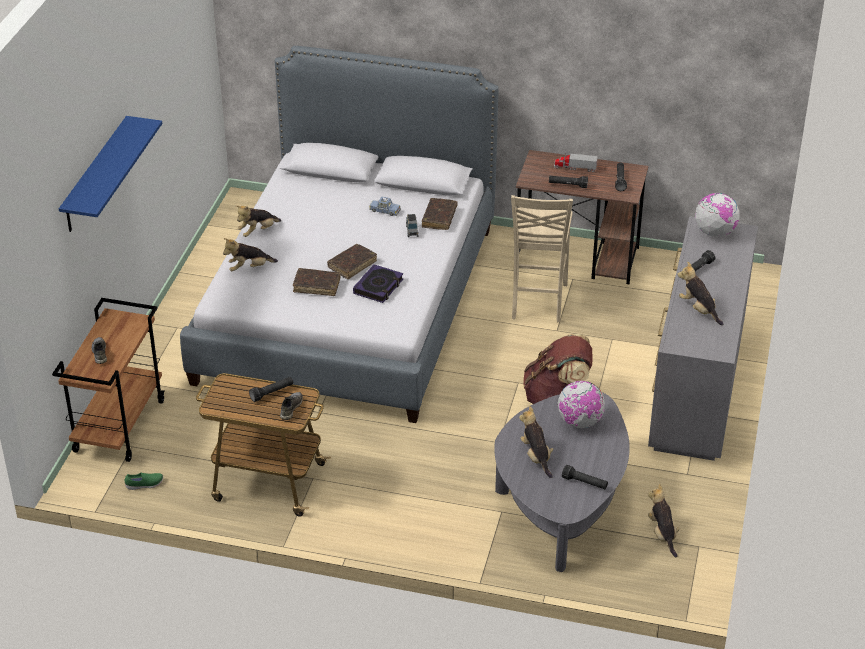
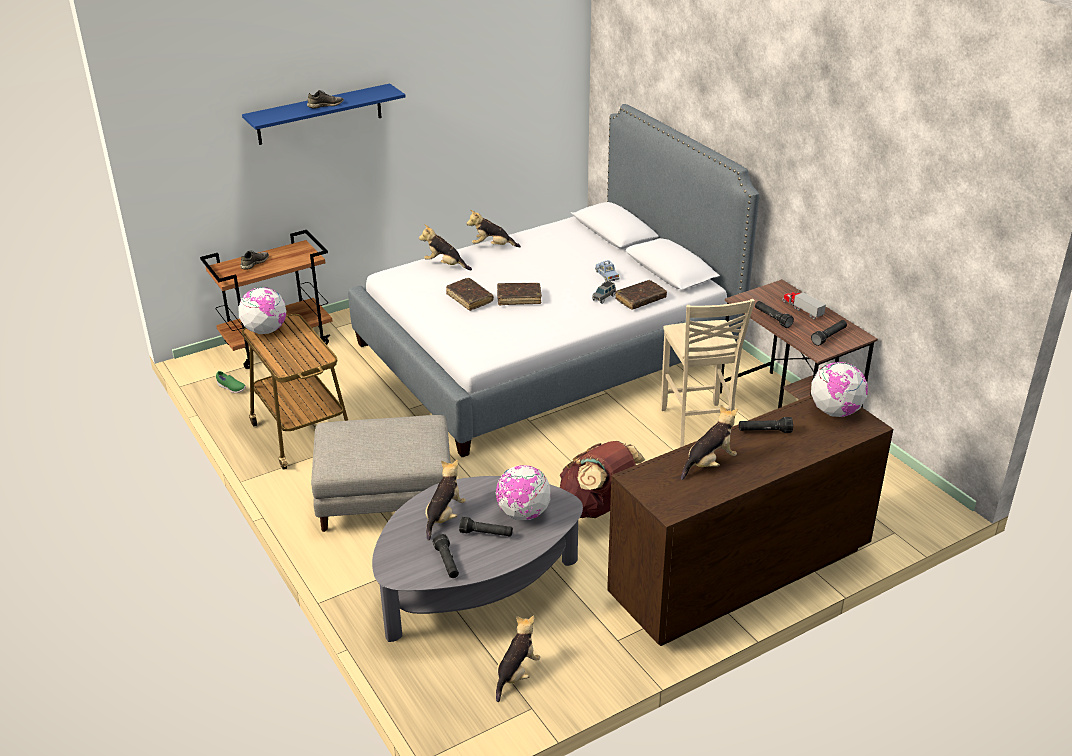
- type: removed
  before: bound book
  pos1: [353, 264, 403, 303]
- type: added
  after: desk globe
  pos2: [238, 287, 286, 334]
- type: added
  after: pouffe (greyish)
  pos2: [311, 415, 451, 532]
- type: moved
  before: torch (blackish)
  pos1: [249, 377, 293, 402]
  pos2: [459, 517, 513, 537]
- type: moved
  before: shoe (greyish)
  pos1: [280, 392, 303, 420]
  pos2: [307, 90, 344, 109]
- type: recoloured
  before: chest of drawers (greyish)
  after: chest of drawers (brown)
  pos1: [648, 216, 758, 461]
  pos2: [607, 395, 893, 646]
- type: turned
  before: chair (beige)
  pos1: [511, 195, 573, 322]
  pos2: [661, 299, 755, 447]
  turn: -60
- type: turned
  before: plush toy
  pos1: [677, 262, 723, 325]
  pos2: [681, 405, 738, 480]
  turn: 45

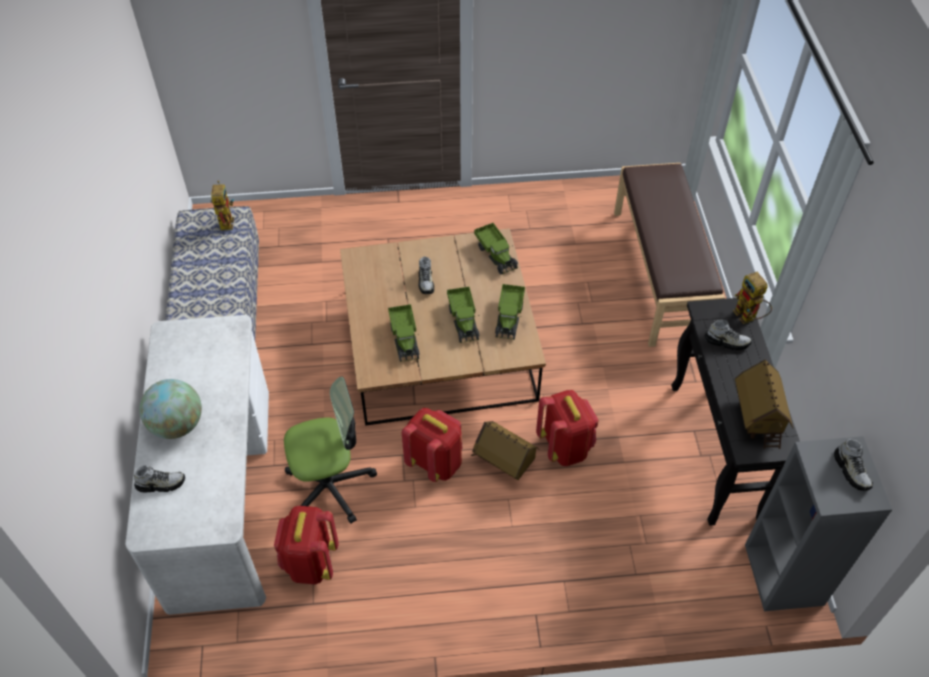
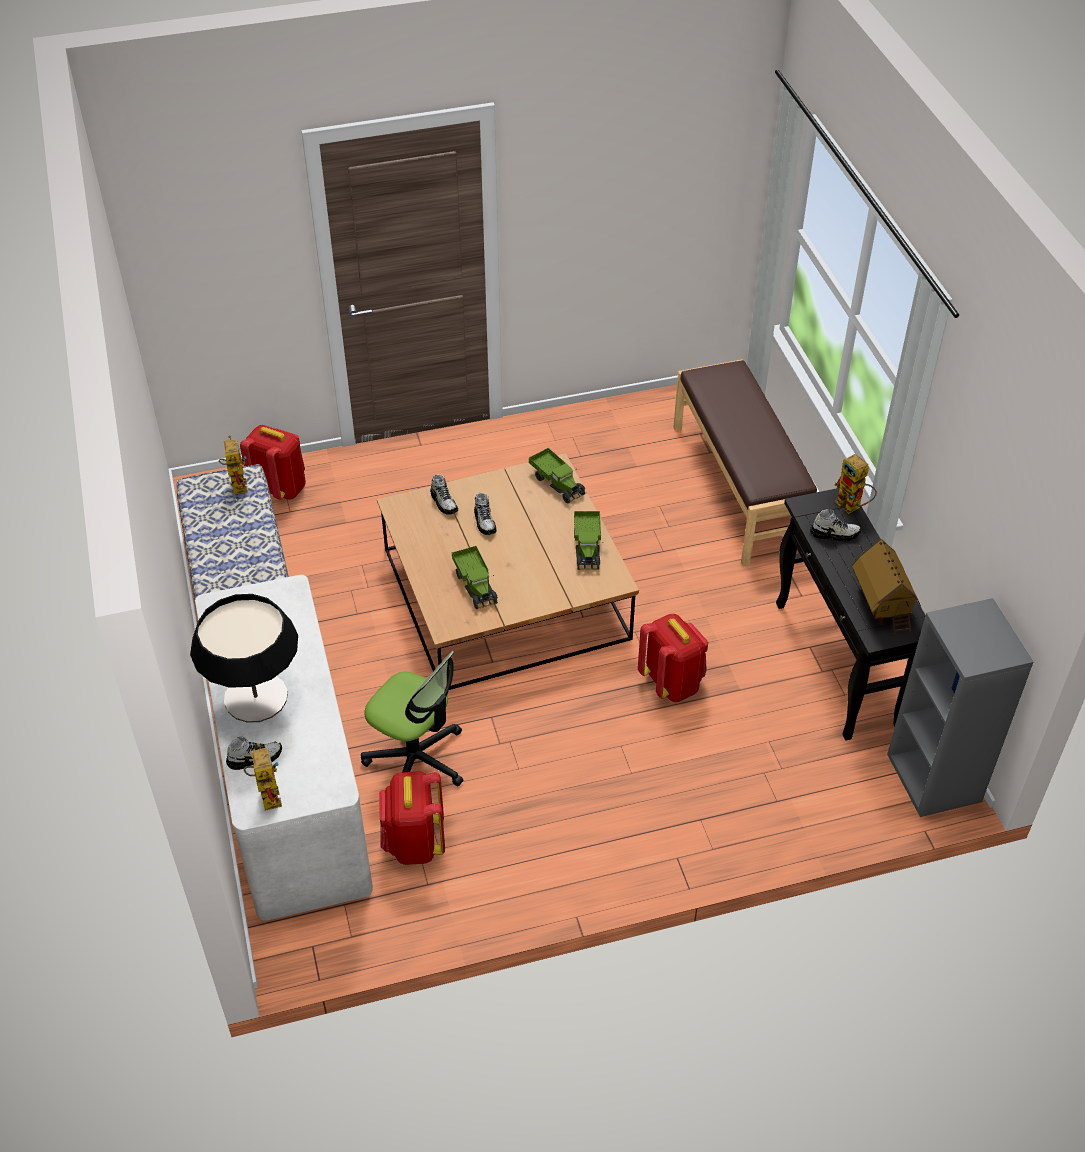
- type: removed
  before: model truck
  pos1: [447, 287, 479, 343]
- type: removed
  before: toy house
  pos1: [471, 421, 539, 480]
- type: added
  after: toy robot
  pos2: [244, 743, 282, 811]
- type: moved
  before: knapsack (red-coloured)
  pos1: [402, 408, 463, 482]
  pos2: [240, 425, 306, 500]
- type: moved
  before: shoe
  pos1: [834, 439, 873, 491]
  pos2: [430, 475, 458, 515]
- type: replaced
  before: desk globe
  after: lamp for a table
  pos1: [139, 379, 202, 439]
  pos2: [190, 594, 298, 723]
- type: turned
  before: computer chair
  pos1: [284, 377, 377, 524]
  pos2: [361, 651, 464, 786]
  turn: 60

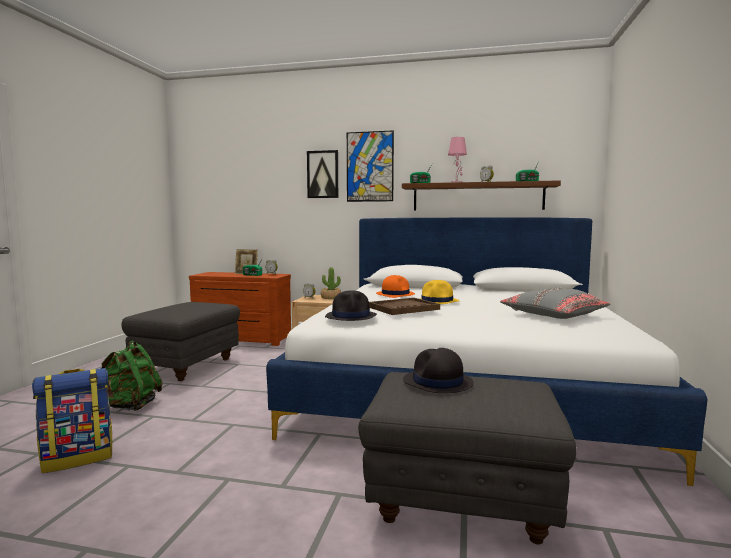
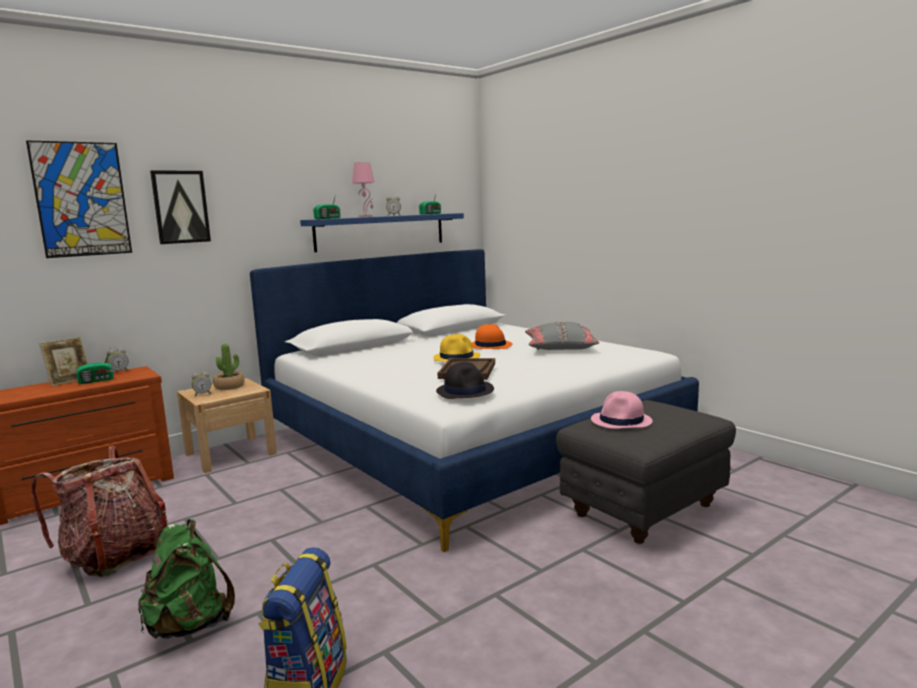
- type: moved
  before: wall art
  pos1: [347, 130, 394, 202]
  pos2: [26, 140, 132, 258]
- type: moved
  before: clothing hat (orange-coloured)
  pos1: [376, 275, 415, 298]
  pos2: [472, 324, 512, 349]
- type: replaced
  before: pouffe (greyish)
  after: knapsack
  pos1: [122, 302, 240, 381]
  pos2: [31, 445, 168, 577]
- type: recoloured
  before: wall shelf (brown)
  after: wall shelf (bluish)
  pos1: [402, 180, 561, 210]
  pos2: [300, 213, 464, 252]
- type: recoloured
  before: clothing hat (blackish)
  after: clothing hat (pink)
  pos1: [403, 348, 474, 393]
  pos2: [591, 391, 653, 429]

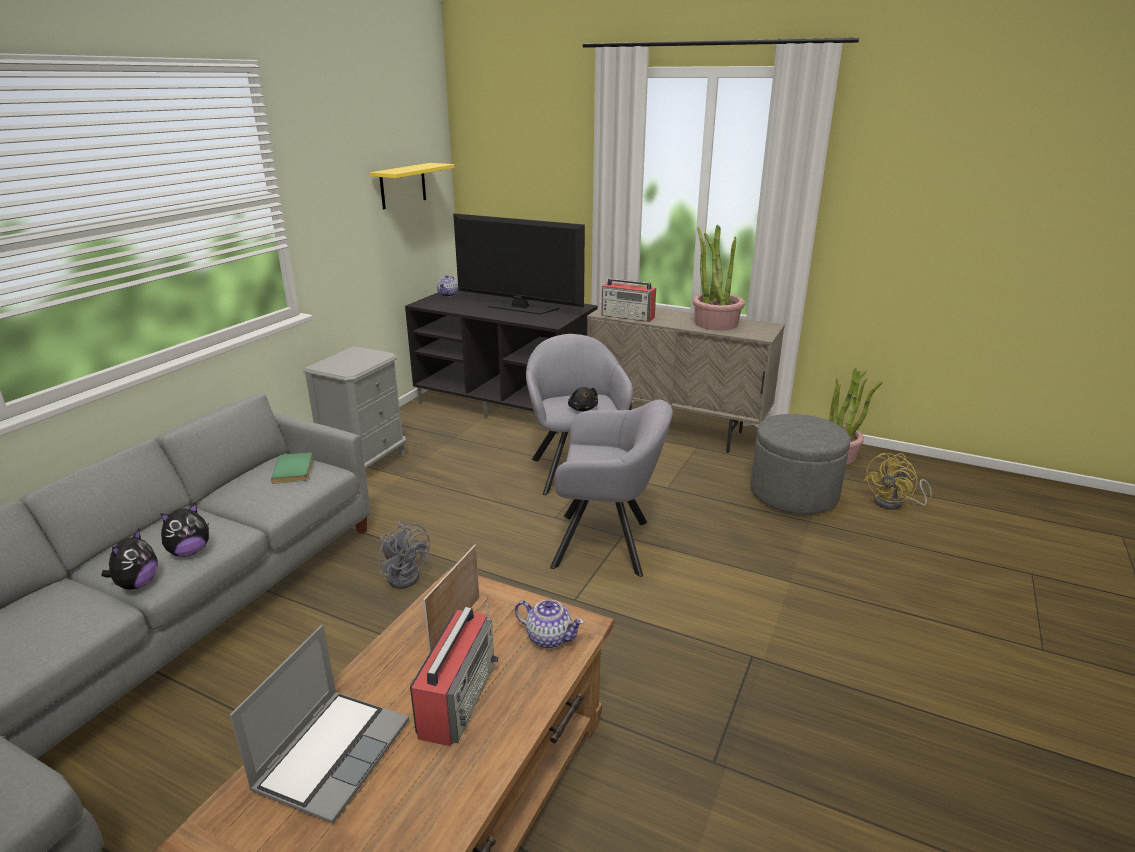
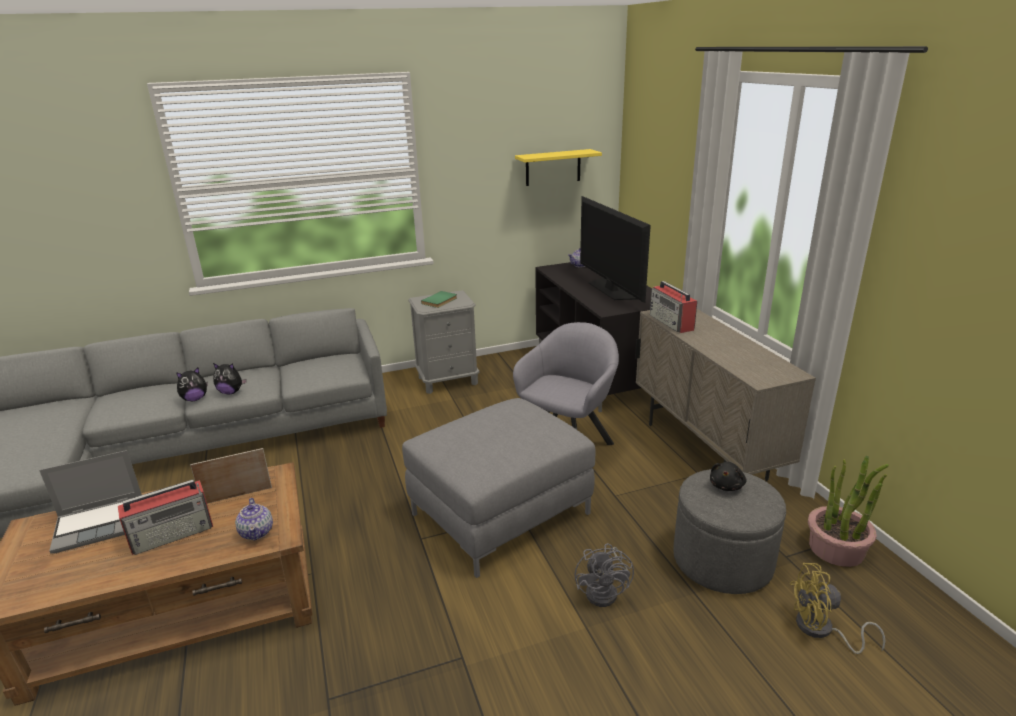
- type: removed
  before: potted plant
  pos1: [693, 225, 745, 330]
- type: moved
  before: bound book (green)
  pos1: [271, 452, 313, 484]
  pos2: [421, 291, 457, 308]
- type: moved
  before: cooling fan (greyish)
  pos1: [379, 521, 430, 589]
  pos2: [575, 543, 634, 607]
- type: moved
  before: plush toy (blackish)
  pos1: [568, 387, 598, 411]
  pos2: [710, 462, 746, 491]
- type: replaced
  before: easy chair (greyish)
  after: pouffe (greyish)
  pos1: [550, 400, 673, 577]
  pos2: [402, 398, 596, 578]

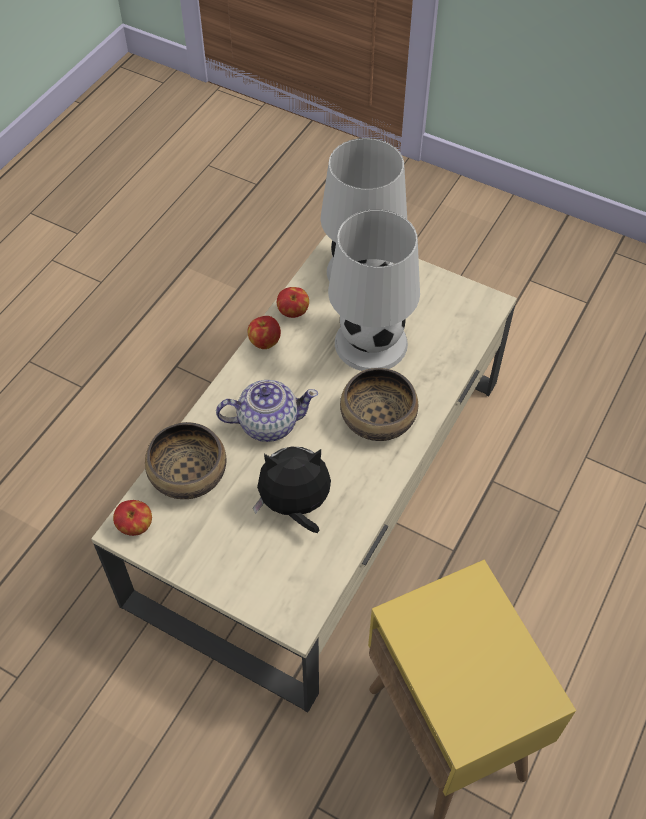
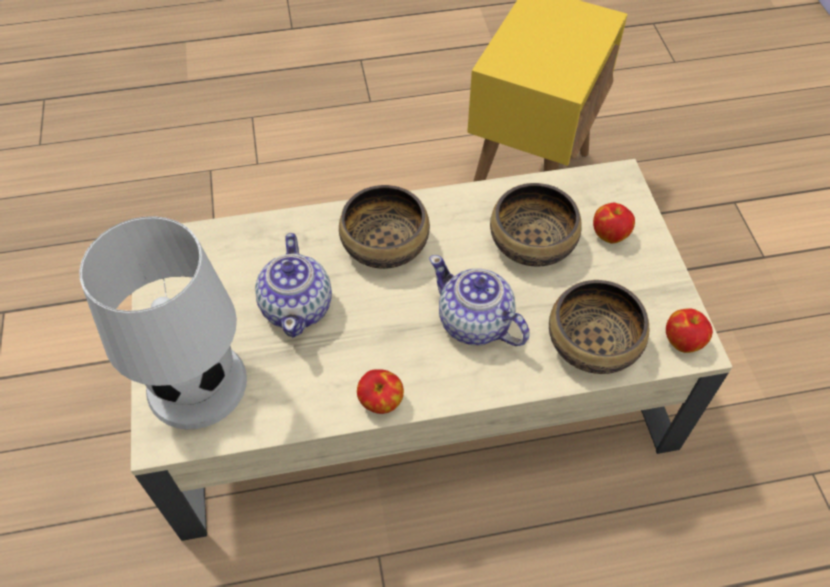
- type: moved
  before: whole apple
  pos1: [277, 287, 309, 318]
  pos2: [593, 203, 635, 244]
- type: replaced
  before: plush toy
  after: serving bowl
  pos1: [253, 446, 331, 533]
  pos2: [490, 183, 582, 266]
- type: replaced
  before: lamp for a table (whitish)
  after: pot for tea
  pos1: [328, 209, 420, 371]
  pos2: [255, 233, 332, 338]

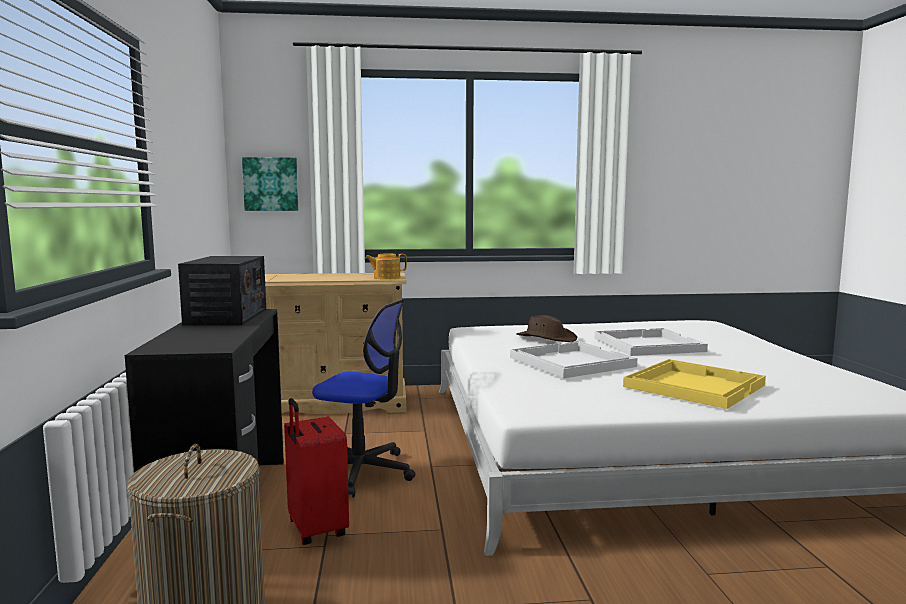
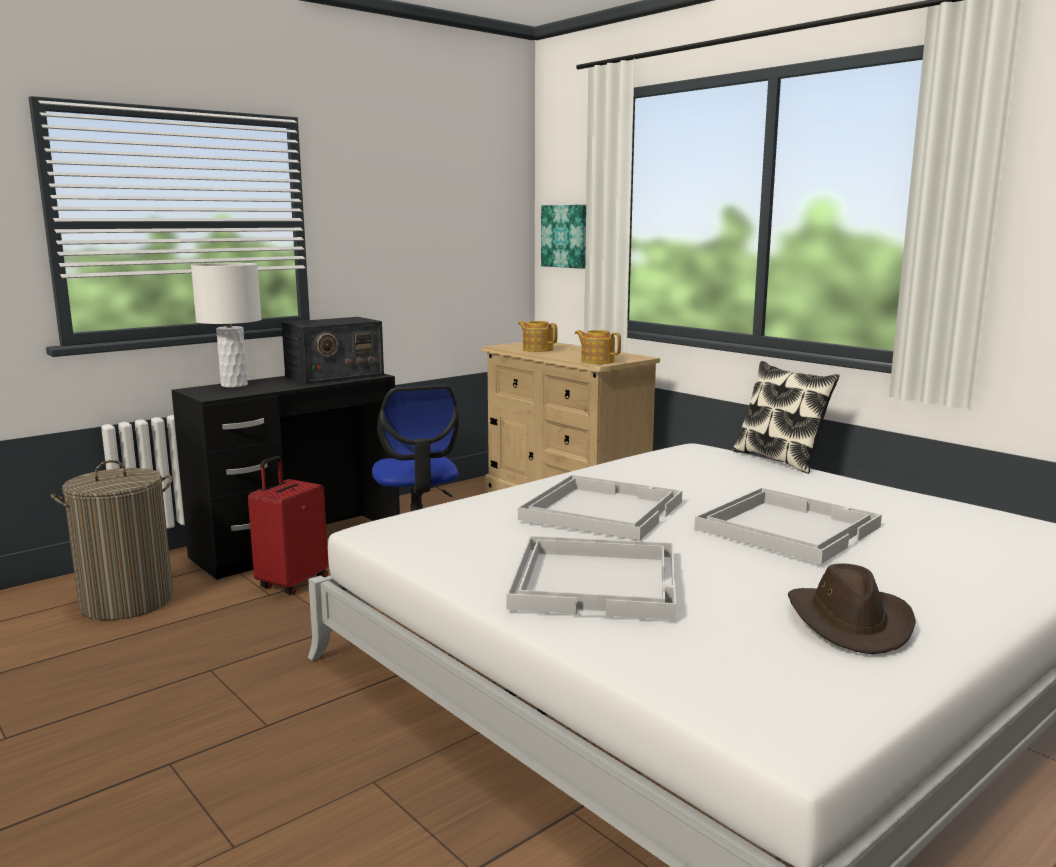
- type: added
  after: lamp for a table (whitish)
  pos2: [191, 263, 262, 387]
- type: added
  after: pot for tea
  pos2: [518, 321, 558, 352]
- type: added
  after: pillow
  pos2: [732, 361, 840, 474]
- type: moved
  before: clothing hat (brown)
  pos1: [516, 315, 577, 342]
  pos2: [788, 563, 916, 654]
- type: recoloured
  before: tray (yellow)
  after: tray (whitish)
  pos1: [623, 359, 766, 409]
  pos2: [507, 536, 676, 620]

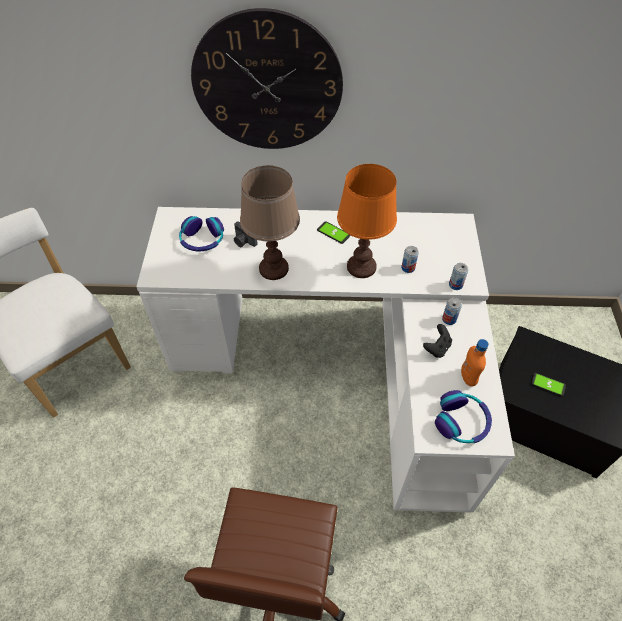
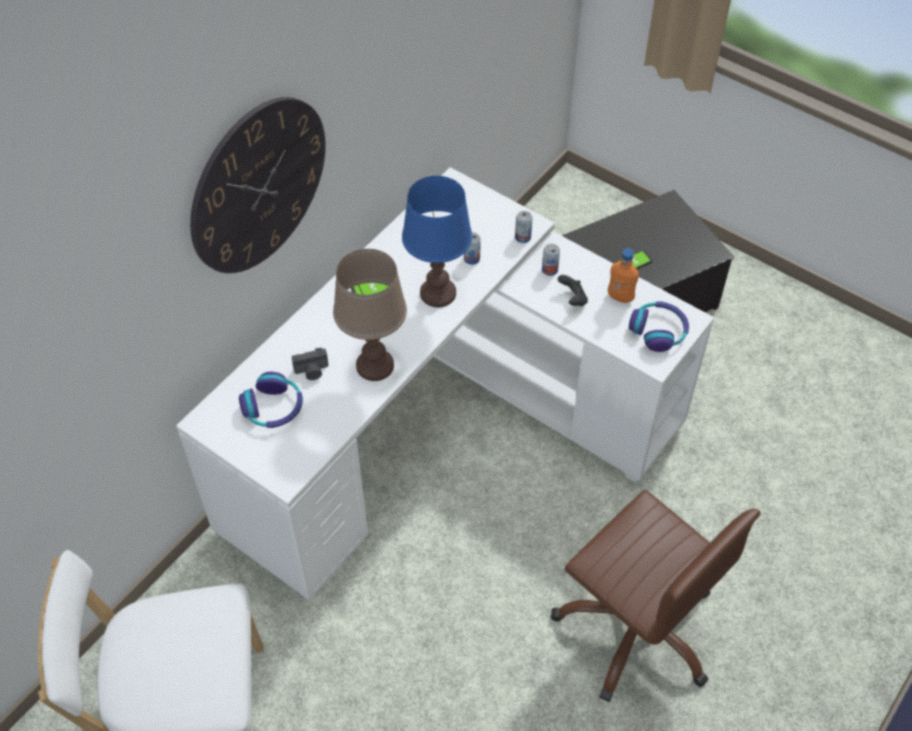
- type: recoloured
  before: lamp for a table (orange-coloured)
  after: lamp for a table (bluish)
  pos1: [337, 164, 397, 278]
  pos2: [402, 176, 472, 307]

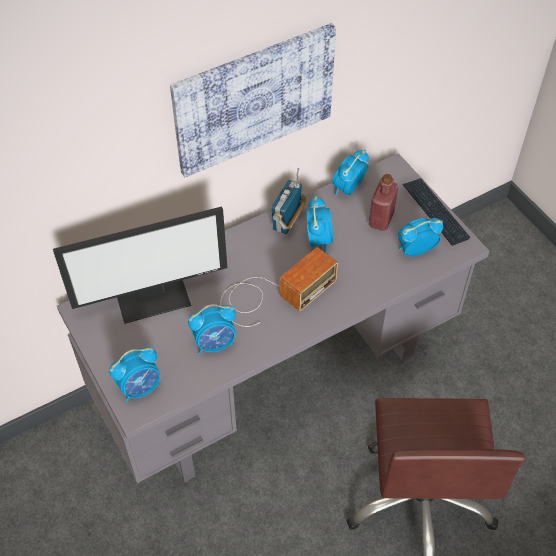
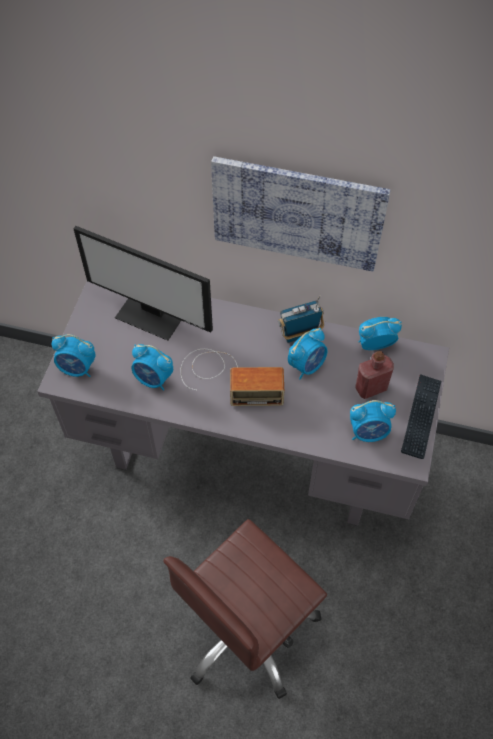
- type: turned
  before: alarm clock
  pos1: [398, 218, 443, 256]
  pos2: [350, 400, 396, 442]
  turn: 150

